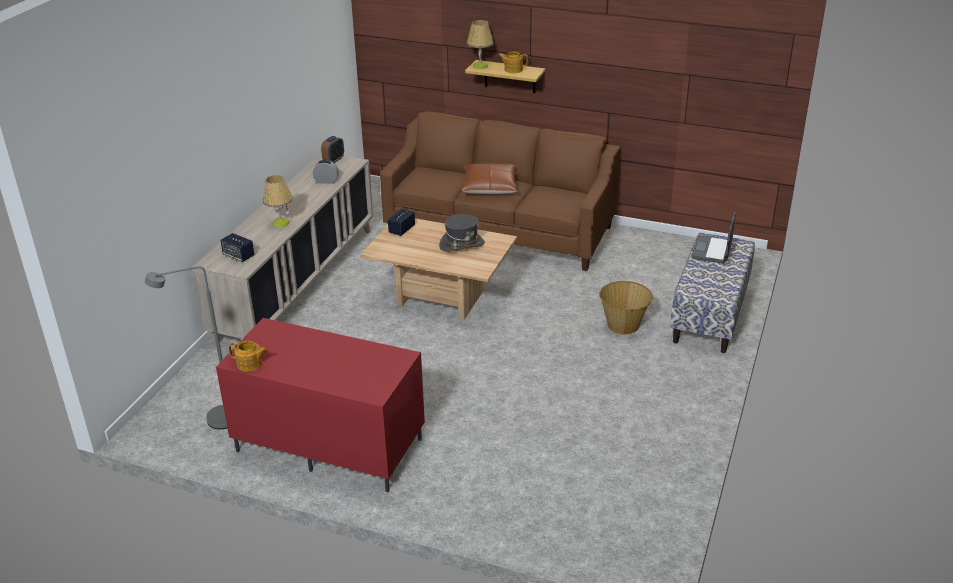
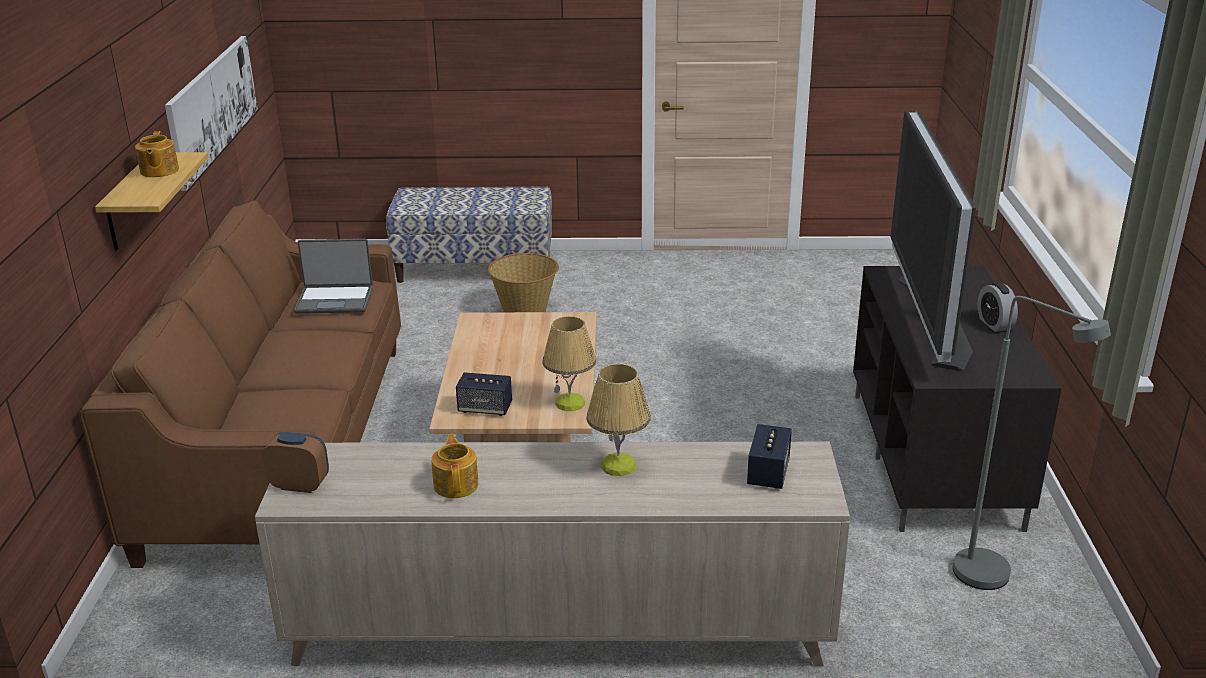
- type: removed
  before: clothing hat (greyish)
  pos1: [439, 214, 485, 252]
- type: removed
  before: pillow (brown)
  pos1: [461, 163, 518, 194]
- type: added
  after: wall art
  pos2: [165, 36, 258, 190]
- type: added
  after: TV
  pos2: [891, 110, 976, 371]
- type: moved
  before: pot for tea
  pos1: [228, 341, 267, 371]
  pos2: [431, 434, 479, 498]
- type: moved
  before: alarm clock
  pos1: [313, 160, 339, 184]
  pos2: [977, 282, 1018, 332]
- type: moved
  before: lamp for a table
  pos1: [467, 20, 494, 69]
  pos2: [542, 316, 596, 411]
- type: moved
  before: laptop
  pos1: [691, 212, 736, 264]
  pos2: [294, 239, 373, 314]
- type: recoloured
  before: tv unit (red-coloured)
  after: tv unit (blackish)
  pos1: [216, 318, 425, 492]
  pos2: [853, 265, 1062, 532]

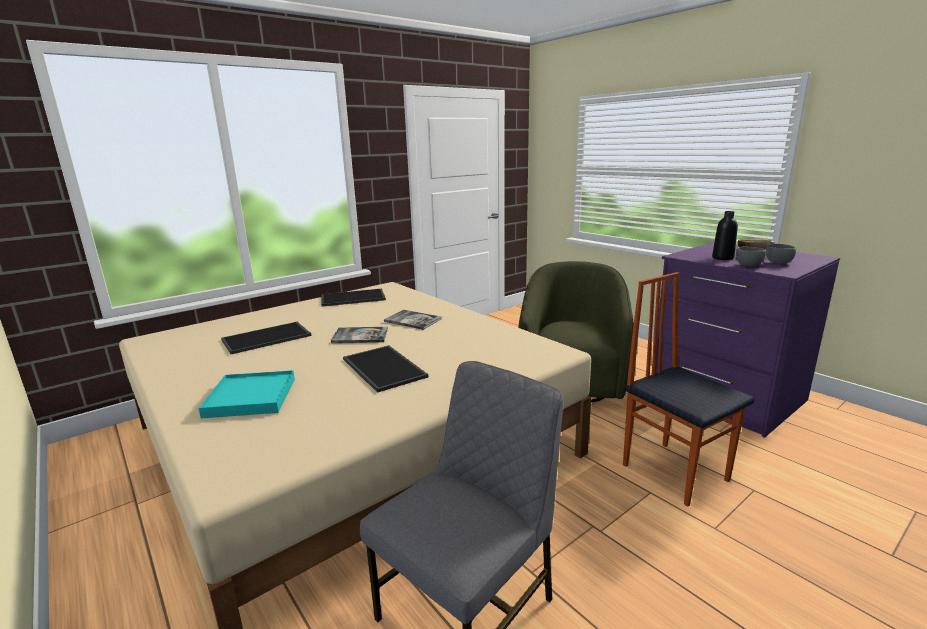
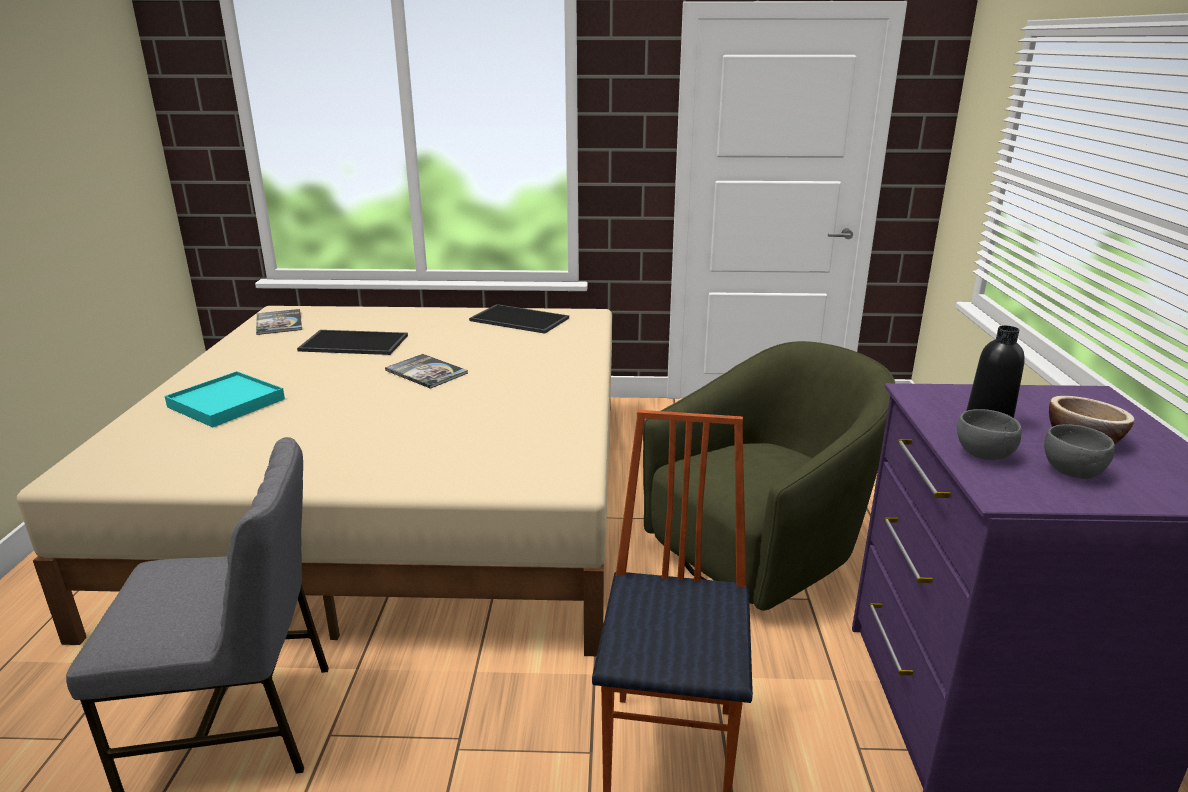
- type: removed
  before: tray
  pos1: [343, 345, 428, 393]
- type: moved
  before: bound book
  pos1: [384, 310, 442, 330]
  pos2: [256, 309, 302, 335]

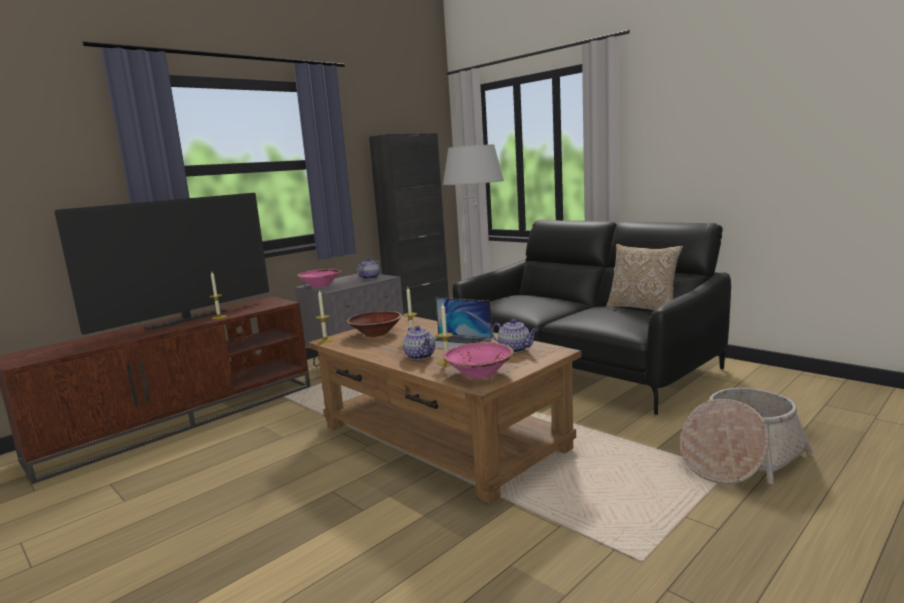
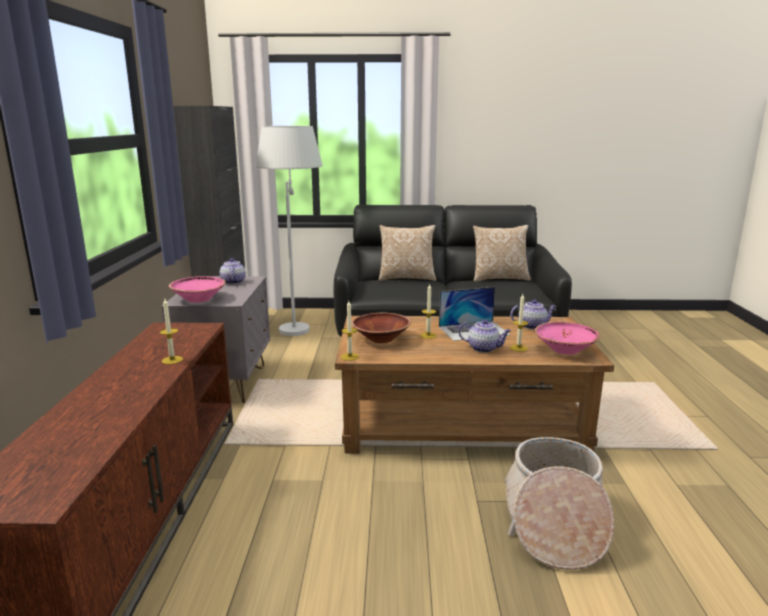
- type: removed
  before: TV
  pos1: [54, 193, 269, 335]
- type: added
  after: pillow
  pos2: [379, 225, 437, 281]
- type: moved
  before: basket
  pos1: [680, 388, 813, 484]
  pos2: [505, 437, 614, 570]

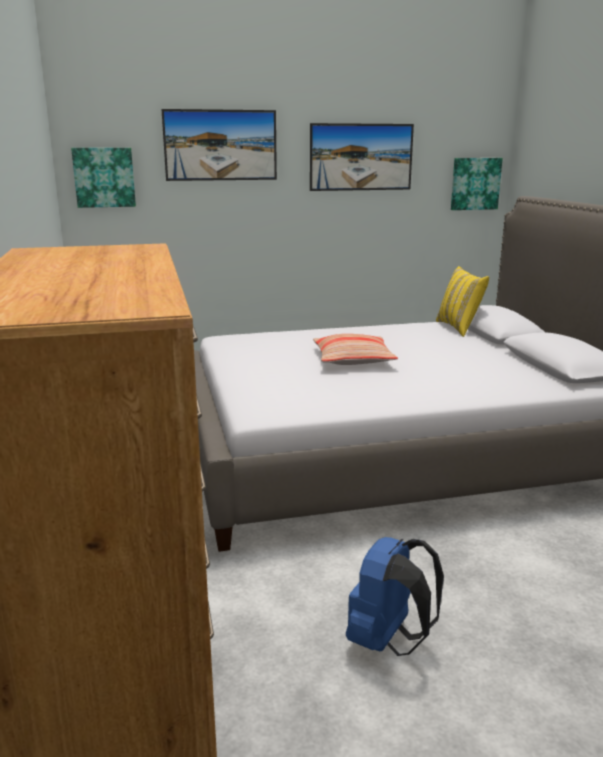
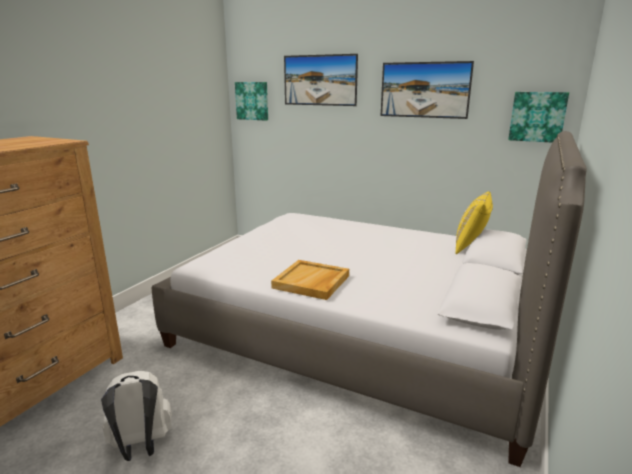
- type: removed
  before: pillow
  pos1: [313, 334, 398, 365]
- type: added
  after: tray (beige)
  pos2: [271, 260, 349, 300]
- type: recoloured
  before: knapsack (bluish)
  after: knapsack (whitish)
  pos1: [346, 537, 444, 656]
  pos2: [101, 371, 172, 461]

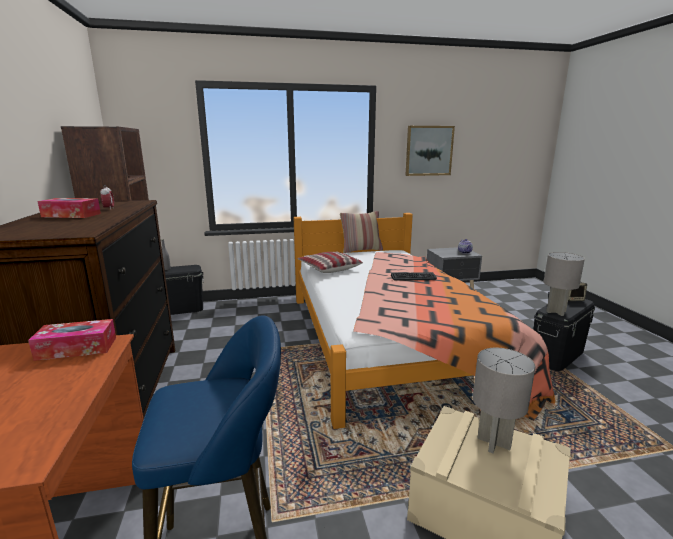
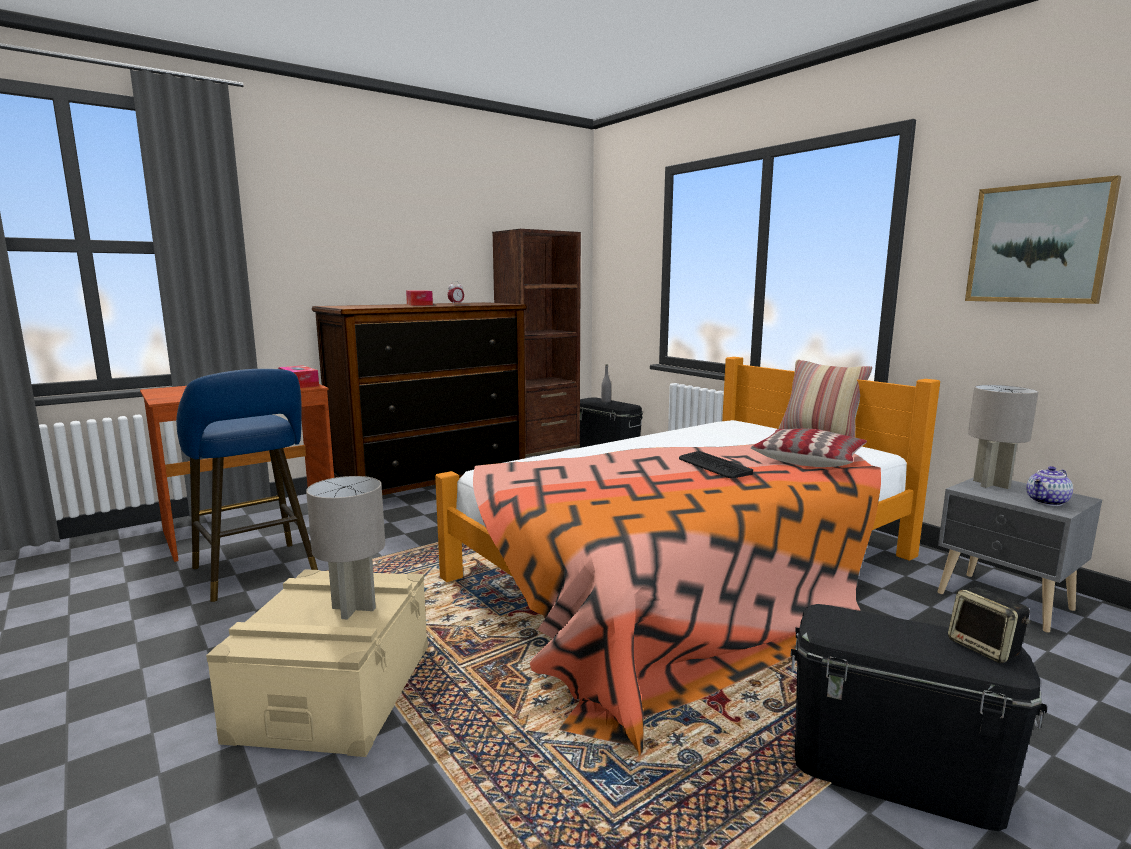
- type: moved
  before: pillow
  pos1: [298, 252, 363, 273]
  pos2: [751, 429, 867, 467]
- type: moved
  before: lamp for a table (greyish)
  pos1: [544, 252, 585, 316]
  pos2: [968, 385, 1038, 489]

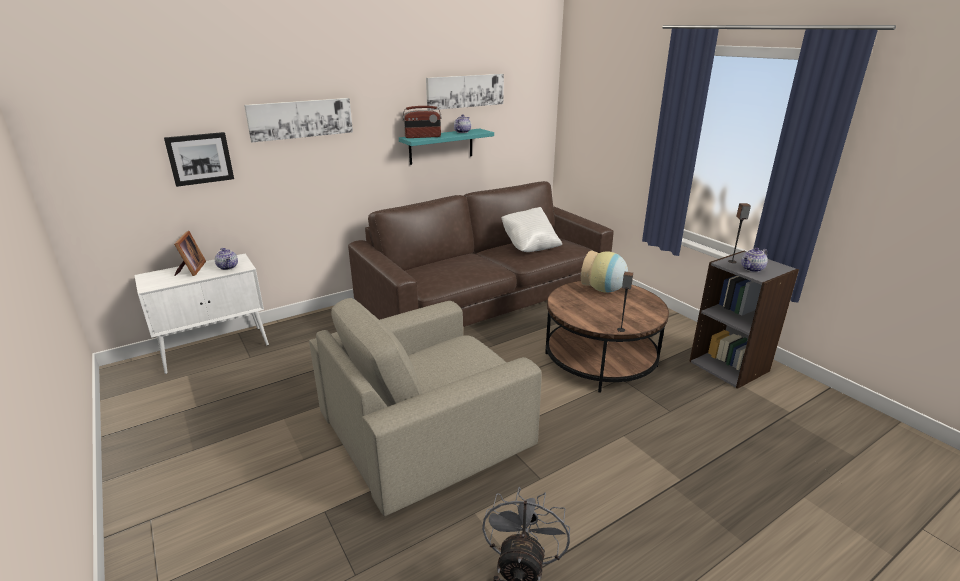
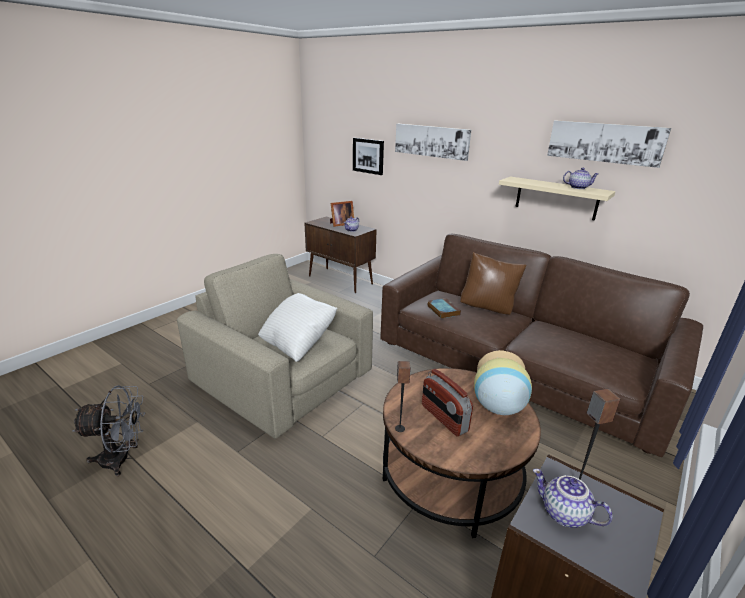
- type: added
  after: bound book
  pos2: [428, 298, 461, 319]
- type: added
  after: pillow (brown)
  pos2: [460, 252, 526, 315]
- type: moved
  before: radio set
  pos1: [402, 106, 442, 138]
  pos2: [422, 369, 473, 436]
- type: moved
  before: pillow (whitish)
  pos1: [501, 207, 562, 252]
  pos2: [258, 293, 337, 362]
- type: recoloured
  before: storage cabinet (whitish)
  after: storage cabinet (brown)
  pos1: [134, 254, 269, 374]
  pos2: [304, 217, 377, 293]
- type: recoloured
  before: wall shelf (turquoise)
  after: wall shelf (beige)
  pos1: [399, 129, 494, 165]
  pos2: [499, 176, 615, 221]

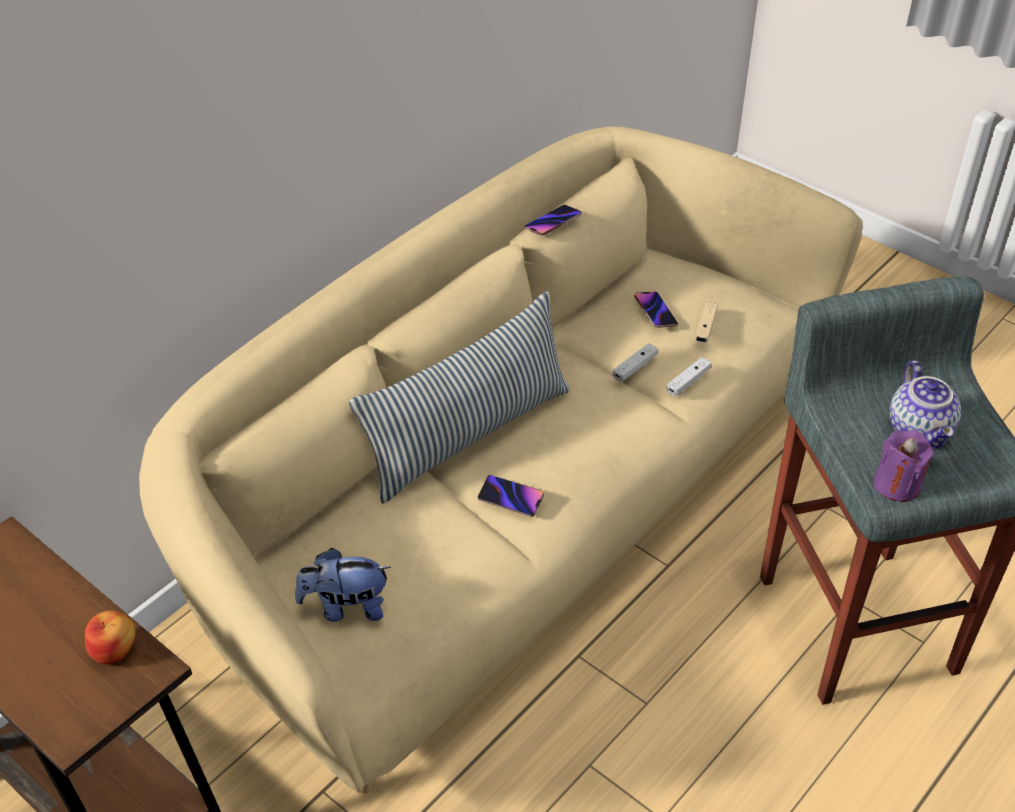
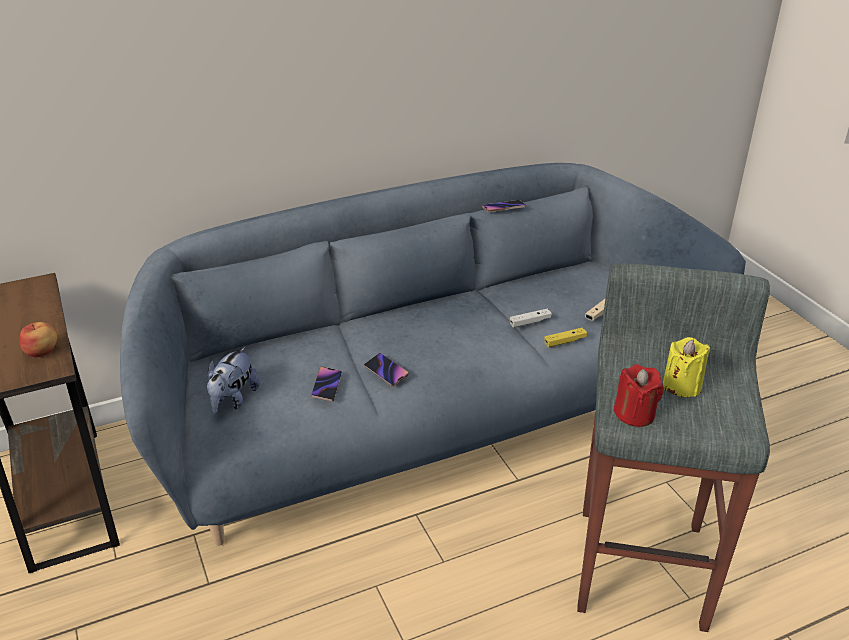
- type: removed
  before: pillow
  pos1: [349, 291, 570, 504]
- type: moved
  before: telephone
  pos1: [634, 292, 678, 328]
  pos2: [311, 367, 342, 402]
- type: replaced
  before: pot for tea
  after: wax candle (yellow)
  pos1: [890, 360, 961, 450]
  pos2: [663, 337, 710, 397]
- type: recoloured
  before: settee (beige)
  after: settee (bluish)
  pos1: [139, 127, 863, 794]
  pos2: [120, 163, 746, 546]
- type: recoloured
  before: gamepad (whitish)
  after: gamepad (yellow)
  pos1: [667, 357, 712, 397]
  pos2: [544, 328, 587, 347]
- type: recoloured
  before: wax candle (purple)
  after: wax candle (red-coloured)
  pos1: [874, 430, 934, 502]
  pos2: [614, 364, 663, 427]
- type: turned
  before: plush toy
  pos1: [295, 548, 391, 622]
  pos2: [207, 347, 260, 414]
  turn: -90

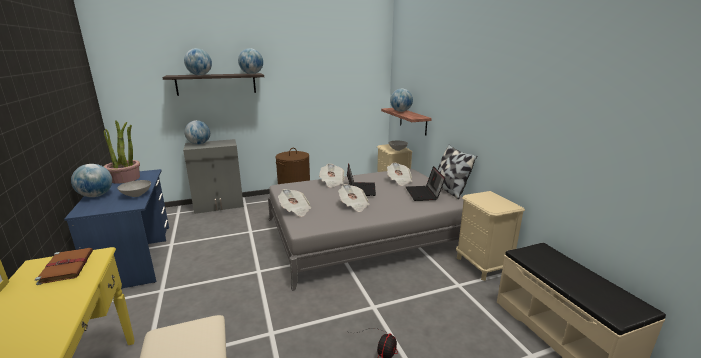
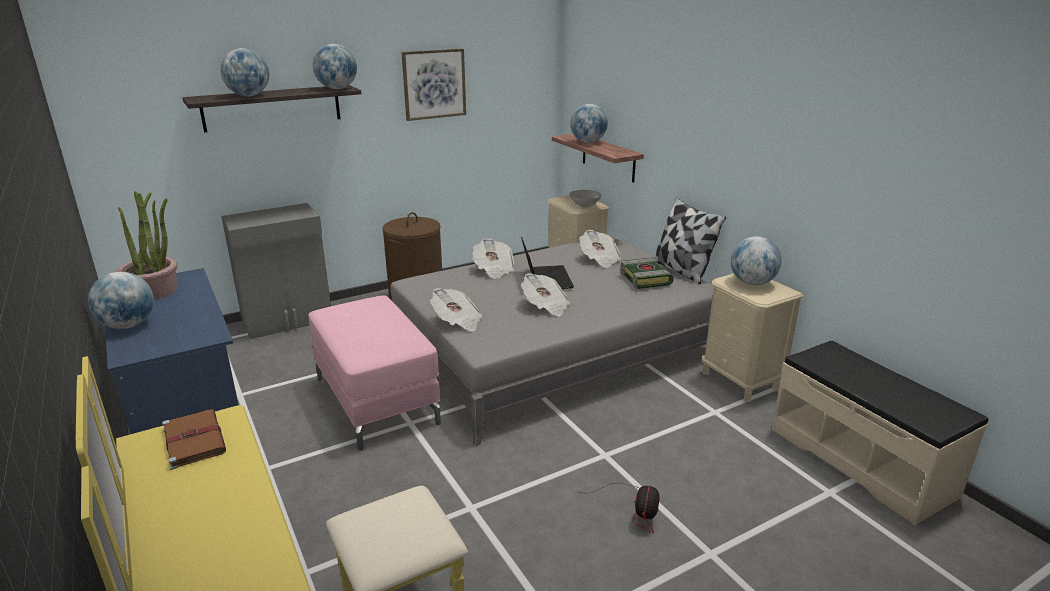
- type: removed
  before: serving bowl (greyish)
  pos1: [117, 180, 151, 197]
- type: added
  after: pouffe (pink)
  pos2: [309, 295, 441, 450]
- type: added
  after: wall art
  pos2: [401, 48, 466, 121]
- type: moved
  before: desk globe
  pos1: [184, 120, 210, 145]
  pos2: [730, 236, 782, 285]
- type: replaced
  before: laptop
  after: bound book
  pos1: [406, 166, 445, 201]
  pos2: [620, 258, 674, 289]

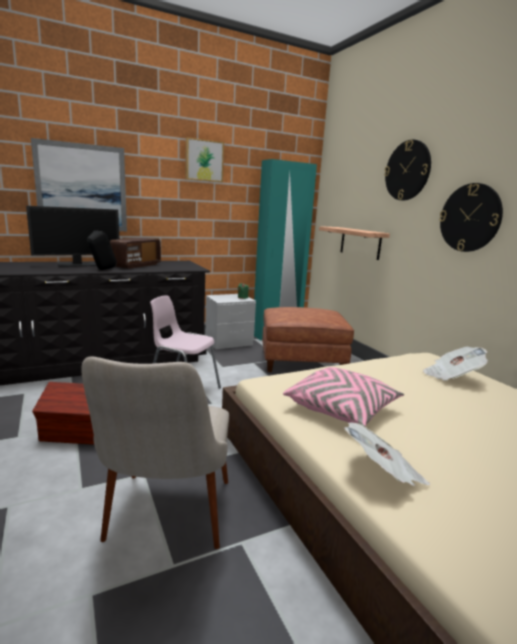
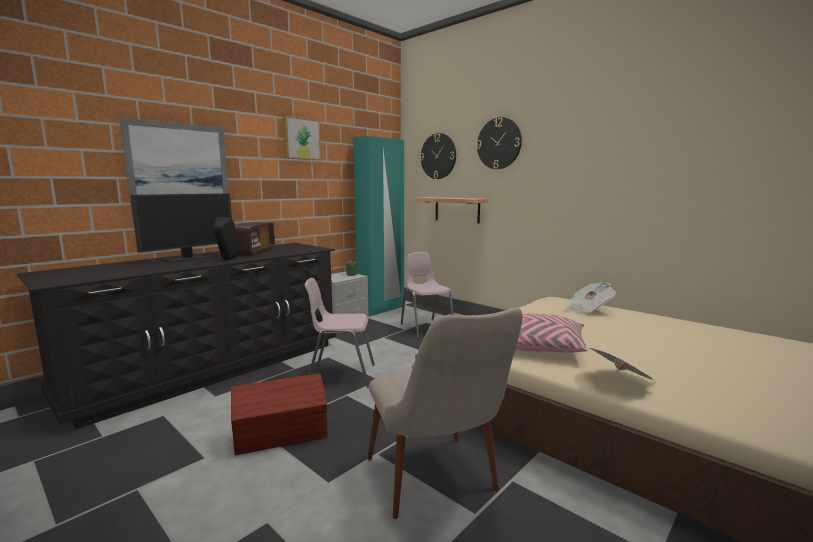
- type: moved
  before: wall clock
  pos1: [439, 183, 503, 252]
  pos2: [420, 133, 456, 179]
- type: replaced
  before: pouffe (brown)
  after: chair (pink)
  pos1: [262, 307, 354, 372]
  pos2: [401, 252, 453, 338]

